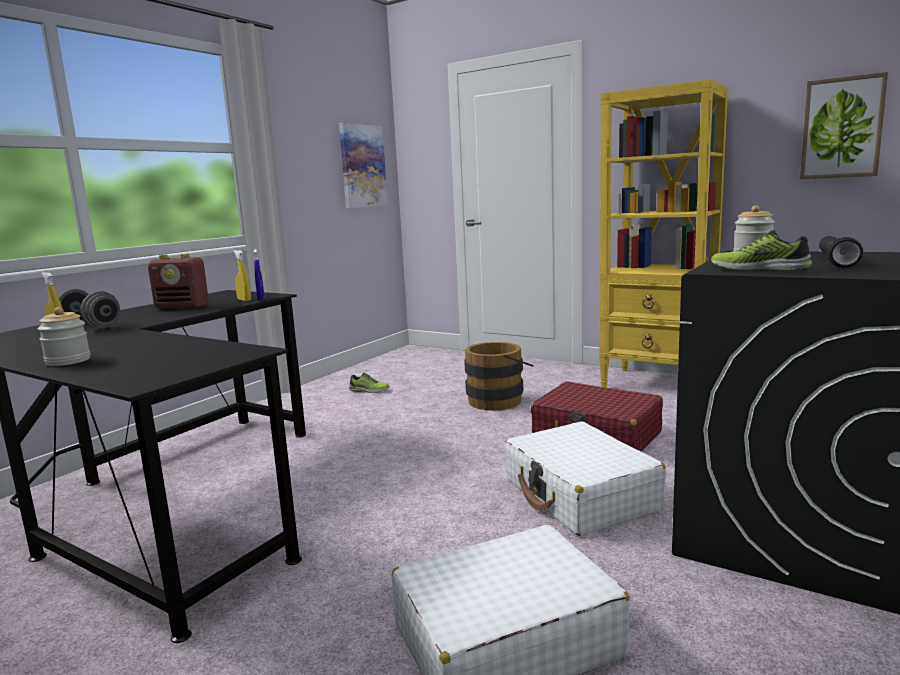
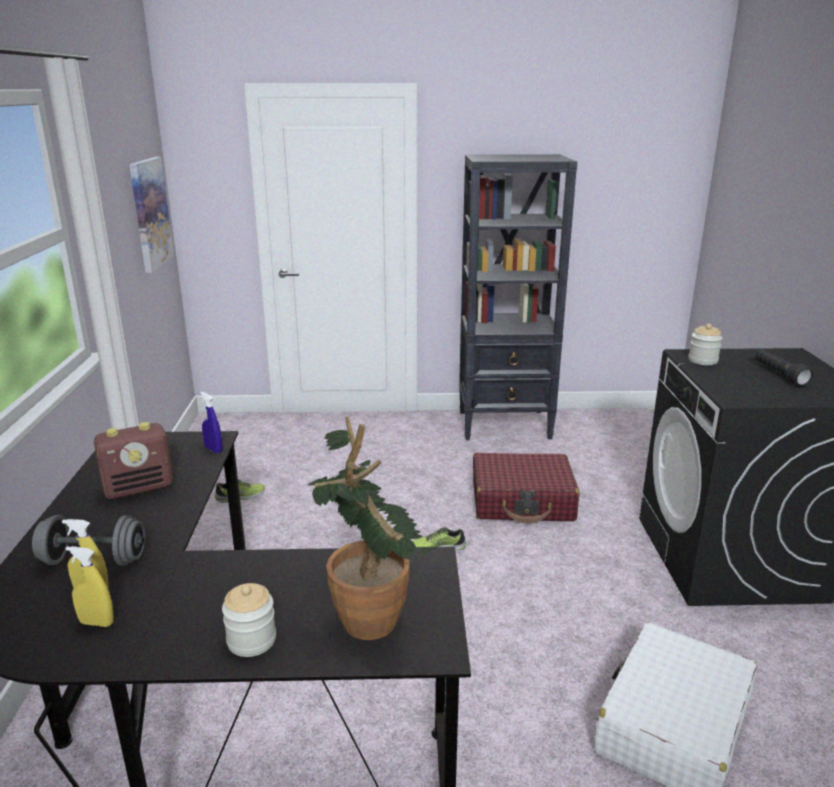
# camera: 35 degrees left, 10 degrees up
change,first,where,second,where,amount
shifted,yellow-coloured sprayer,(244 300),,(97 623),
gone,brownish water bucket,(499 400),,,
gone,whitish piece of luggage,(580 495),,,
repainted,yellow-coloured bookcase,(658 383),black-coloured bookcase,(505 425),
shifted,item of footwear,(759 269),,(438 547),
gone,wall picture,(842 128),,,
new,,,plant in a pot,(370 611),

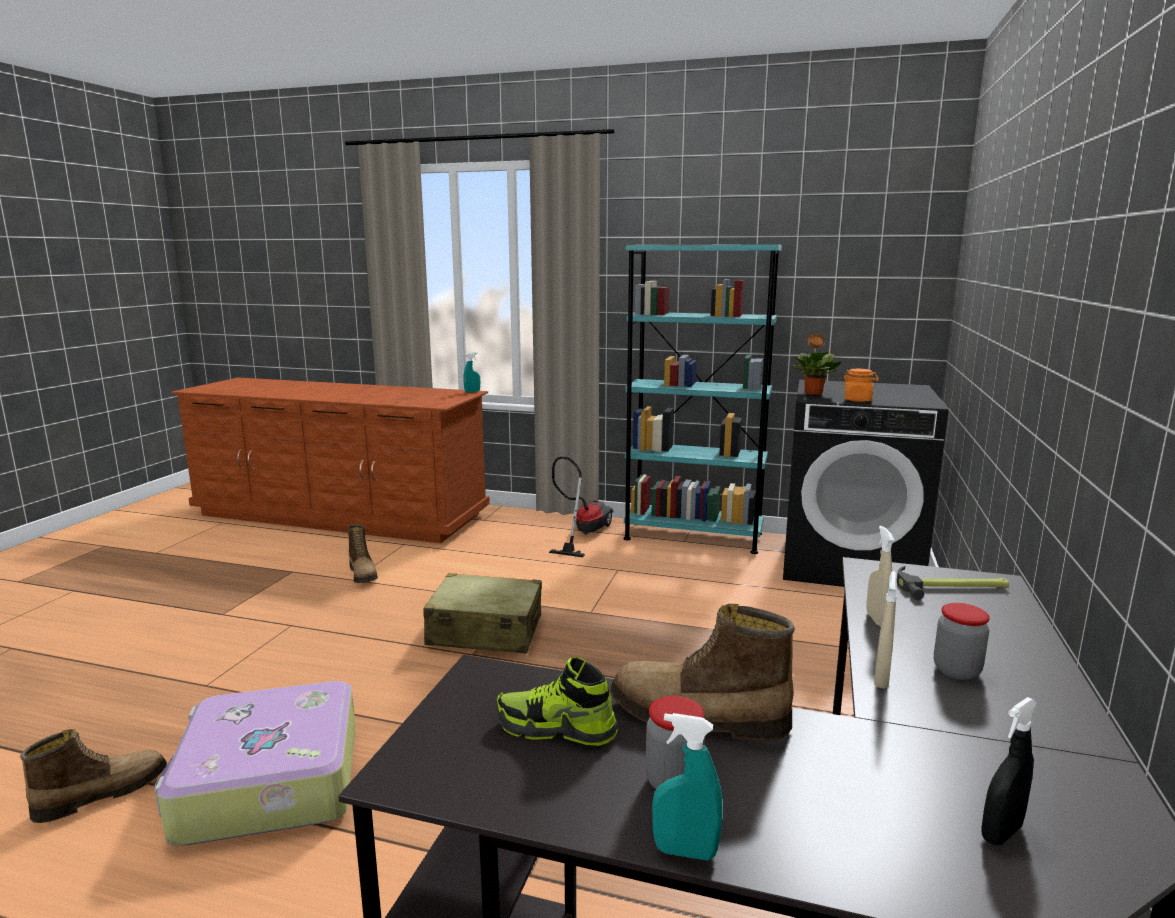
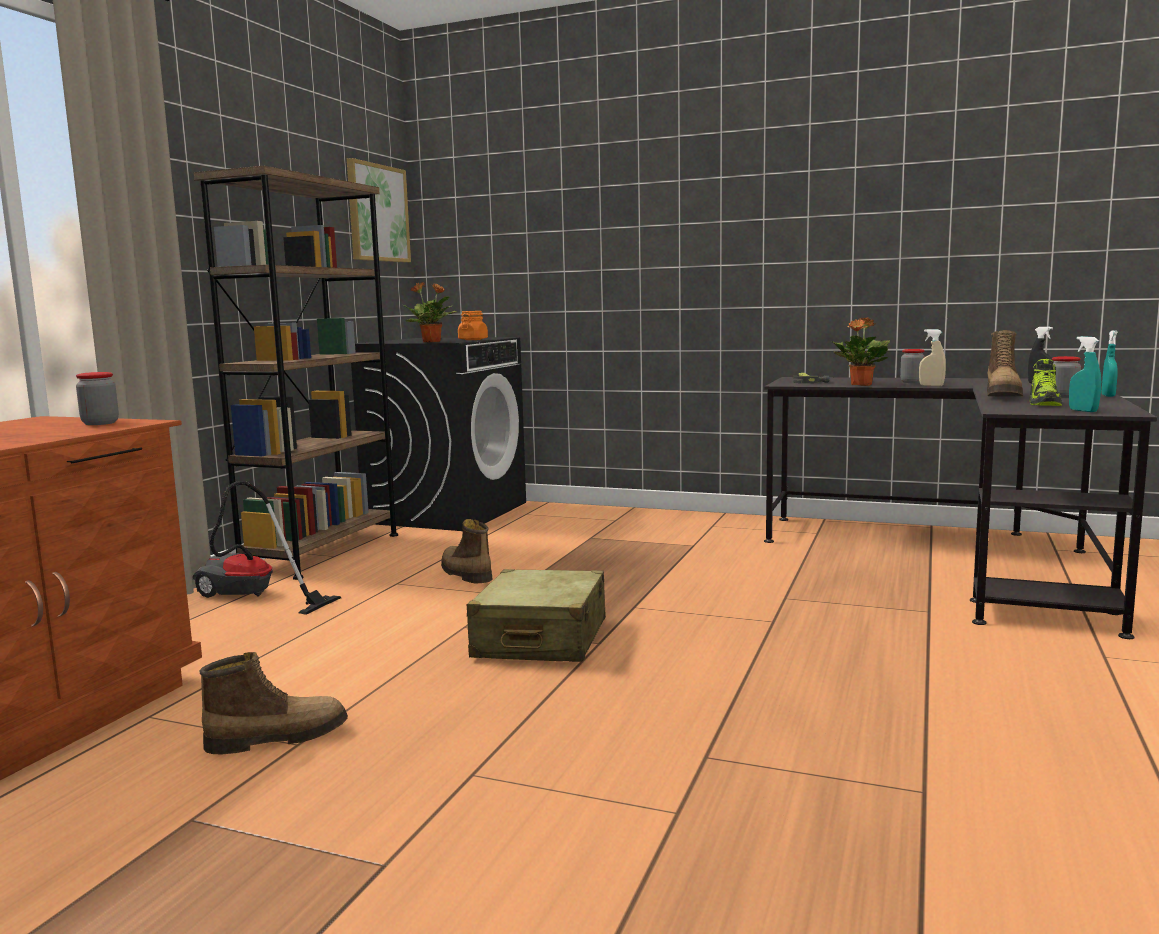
# camera: 85 degrees left, 5 degrees down
change,first,where,second,where,amount
shifted,high-top boot,(102 793),,(465 574),
gone,piece of luggage,(268 782),,,
shifted,turquoise sprayer,(472 392),,(1083 411),
repainted,turquoise bookcase,(693 536),brownish bookcase,(322 552),
swapped,sand-coloured sprayer,(877 619),plant in a pot,(860 385),
new,,,jar,(100 423),
new,,,wall picture,(377 213),

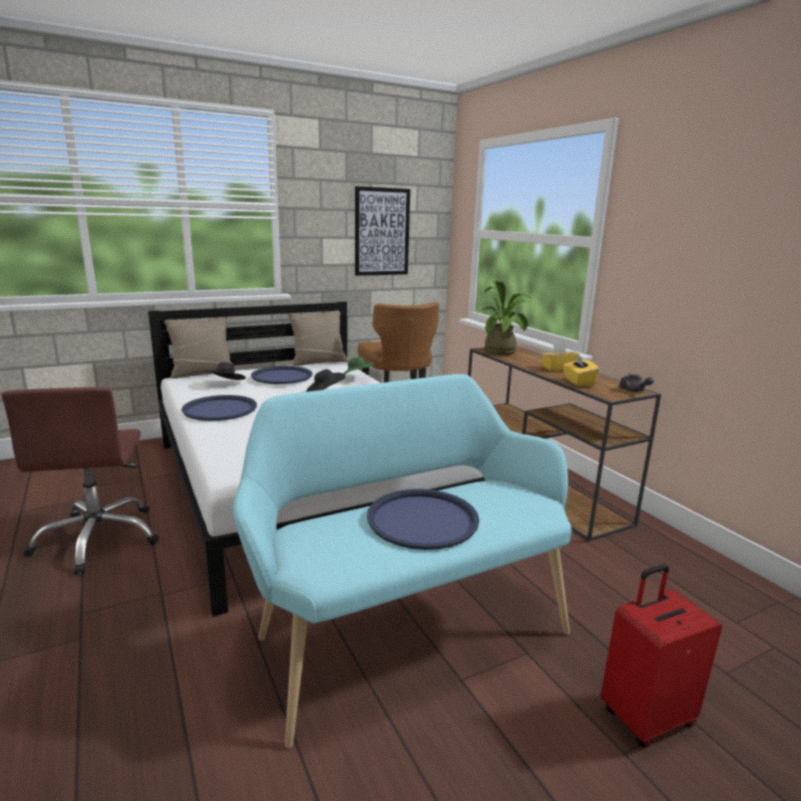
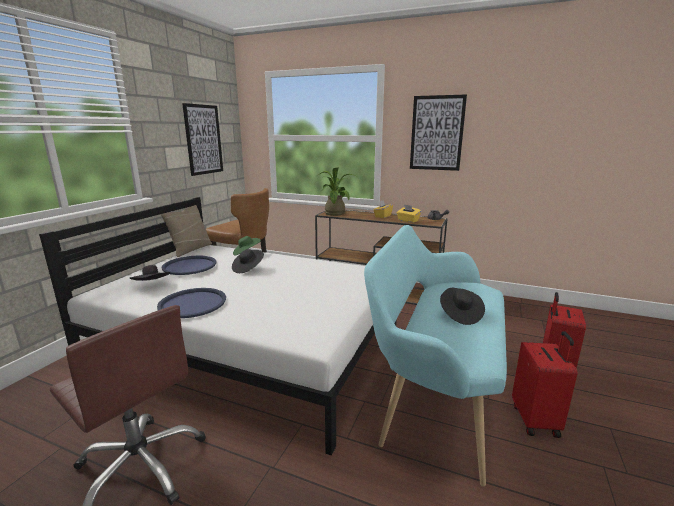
# camera: 40 degrees left, 0 degrees up
change,first,where,second,where,amount
gone,sand-coloured throw pillow,(202 373),,,
swapped,bluish carrying tray,(422 520),black-coloured clothing hat,(460 314),
new,,,wall picture,(437 133),
new,,,reddish piece of luggage,(536 420),

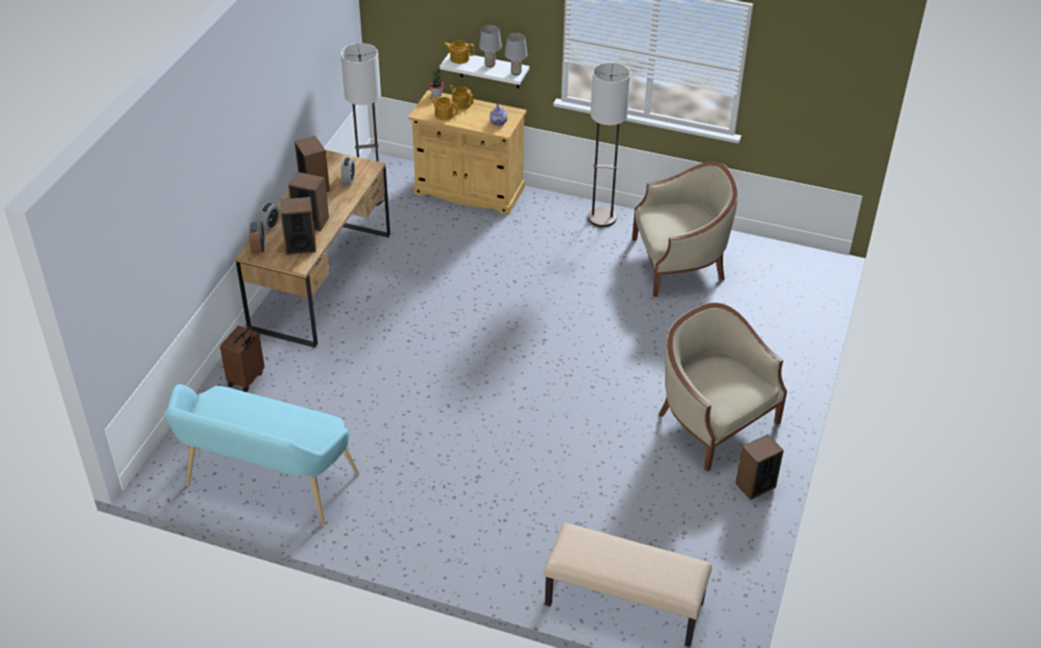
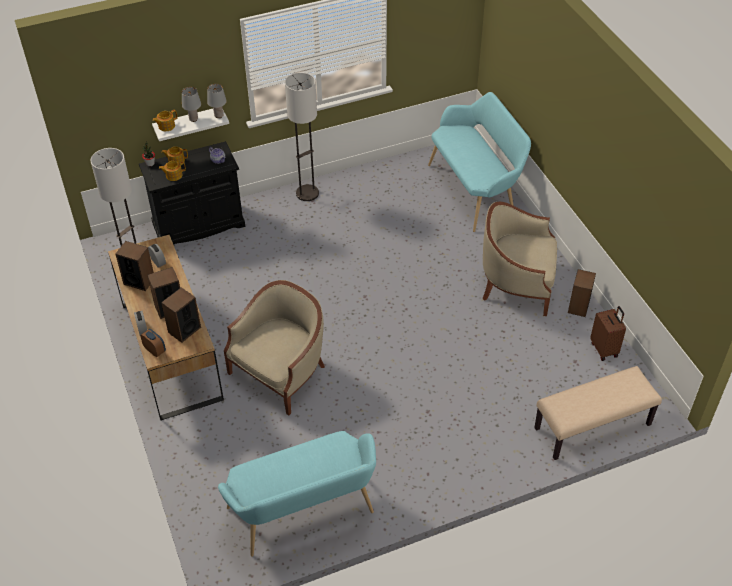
# camera: 40 degrees left, 5 degrees up
change,first,where,second,where,amount
shifted,brownish piece of luggage,(247 379),,(604 349),
repainted,sand-coloured storage cabinet,(469 191),black-coloured storage cabinet,(199 225),
shifted,sand-coloured lounge chair,(679 264),,(281 373),
new,,,turquoise long seat,(475 190),

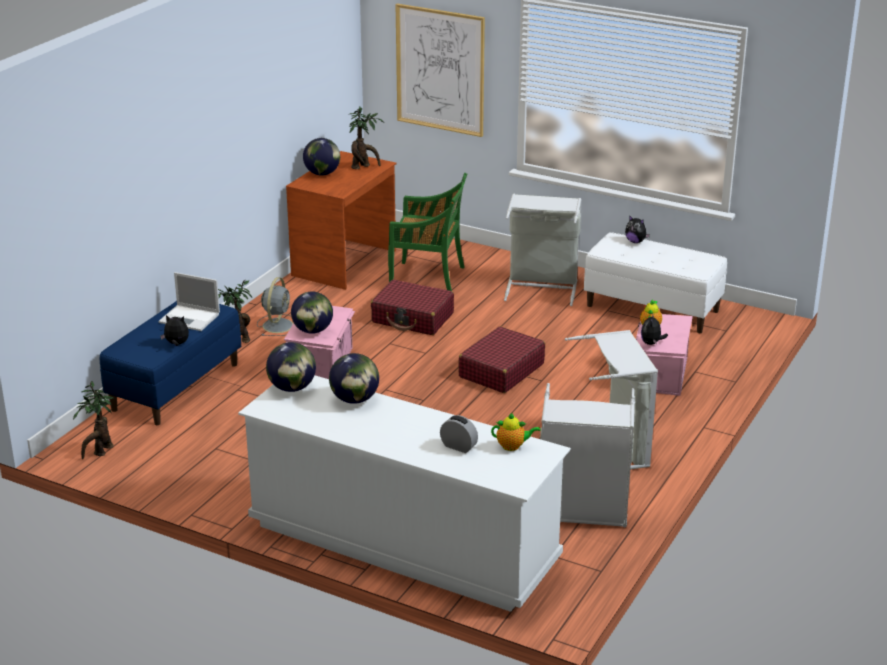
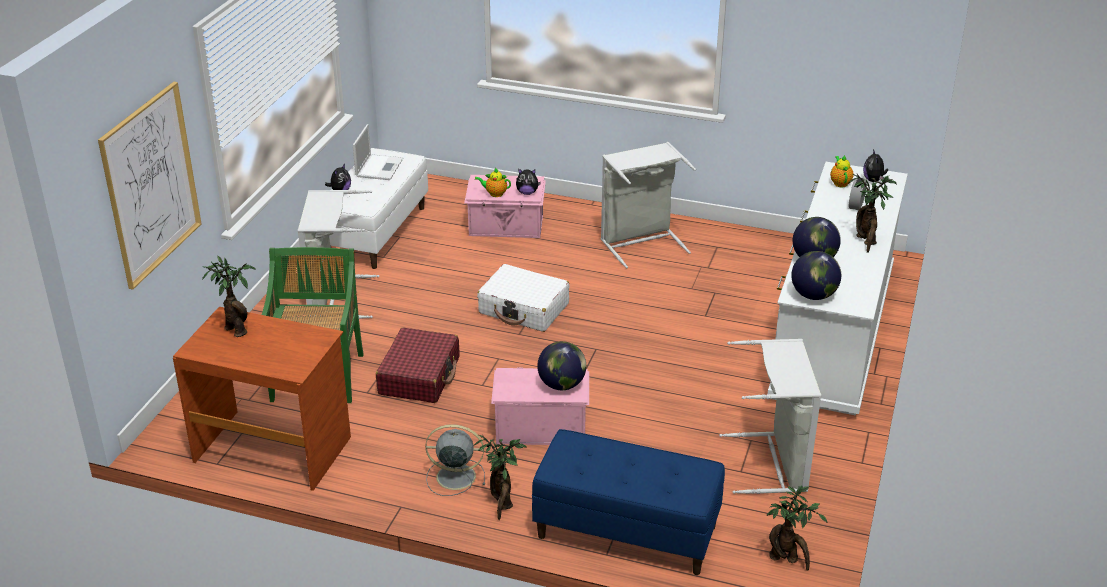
# camera: 100 degrees left, 5 degrees up
change,first,where,second,where,amount
shifted,portable computer,(190 318),,(379 167),
shifted,soft toy,(176 344),,(873 180),
gone,globe,(322 174),,,
repainted,reddish piece of luggage,(501 371),whitish piece of luggage,(524 309),
shifted,gray washing basket,(583 510),,(774 463),
new,,,plant in a pot,(866 242),

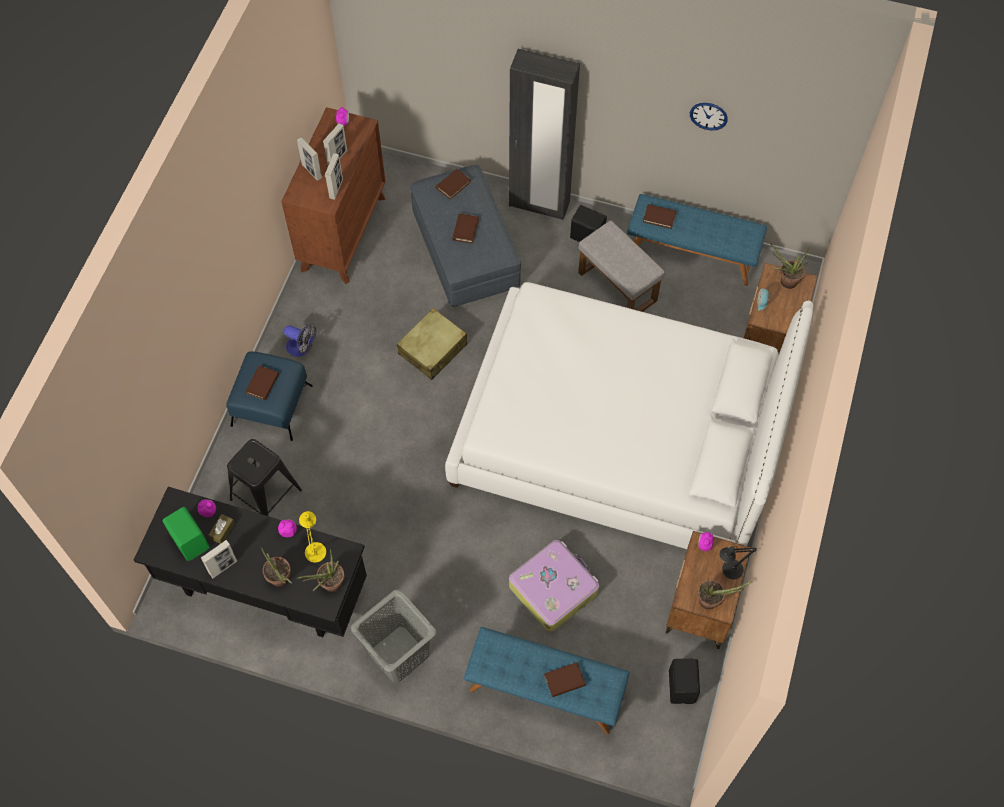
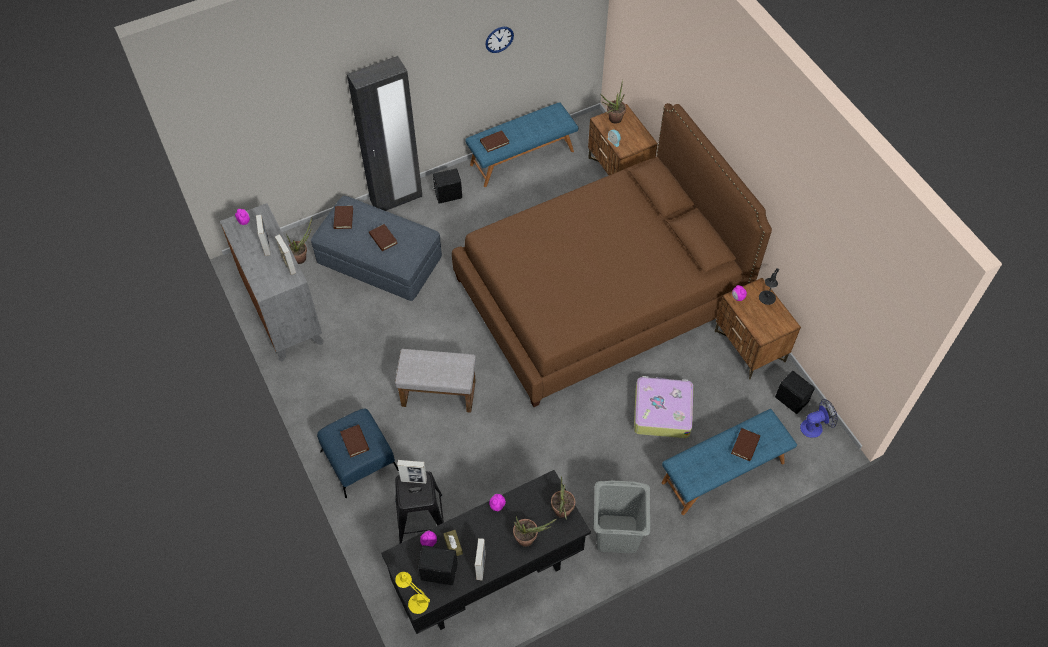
# camera: 45 degrees left, 5 degrees down
change,first,where,second,where,amount
repainted,greenish audio speaker,(191 540),black-coloured audio speaker,(438 571),
repainted,brownish dresser,(343 233),gray dresser,(283 314),
shifted,electric fan,(302 348),,(815 426),
shifted,photo frame,(312 171),,(414 480),
shifted,yellow-coloured table lamp,(315 549),,(415 602),
gone,sand-coloured piece of luggage,(433 349),,,
repainted,whitish sleeping bed,(619 438),brownish sleeping bed,(600 294),
shifted,gray footrest,(618 287),,(439 393),
shifted,plant in a pot,(712 601),,(302 257),

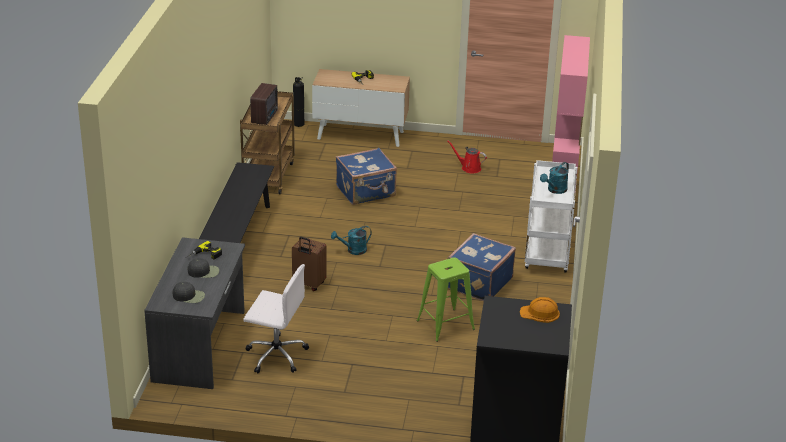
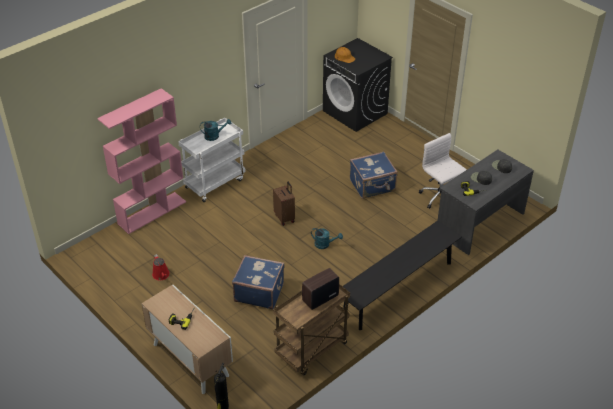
# camera: 140 degrees left, 10 degrees up
change,first,where,second,where,amount
shifted,brownish piece of luggage,(308 284),,(285 218),
gone,greenish sitting stool,(446 325),,,
shifted,bluish piece of luggage,(478 283),,(373 186),

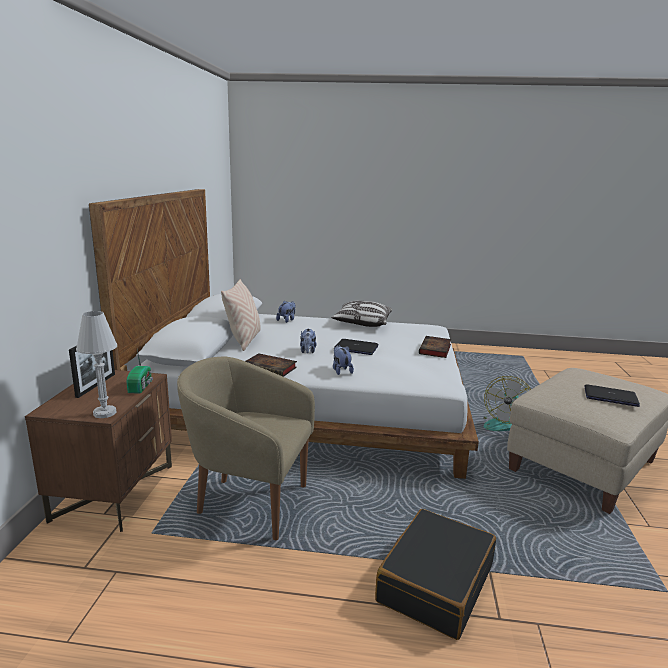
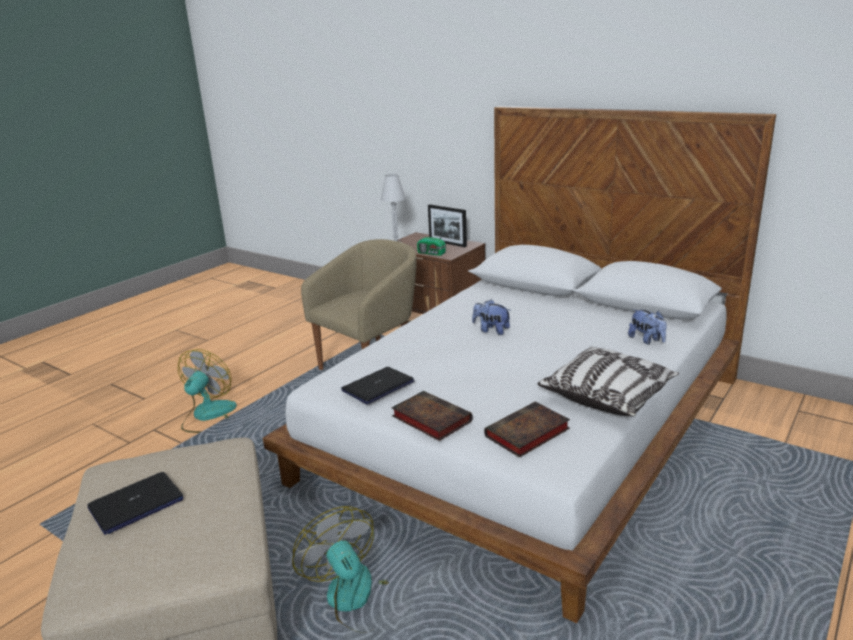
# camera: 120 degrees right, 5 degrees up
change,first,where,second,where,amount
gone,sand-coloured throw pillow,(244 340),,,
shifted,book,(271 368),,(526 434),
gone,soft toy,(341 370),,,
shifted,portable computer,(356 348),,(378 386),
swapped,black-coloured piece of luggage,(435 583),electric fan,(208 416),

